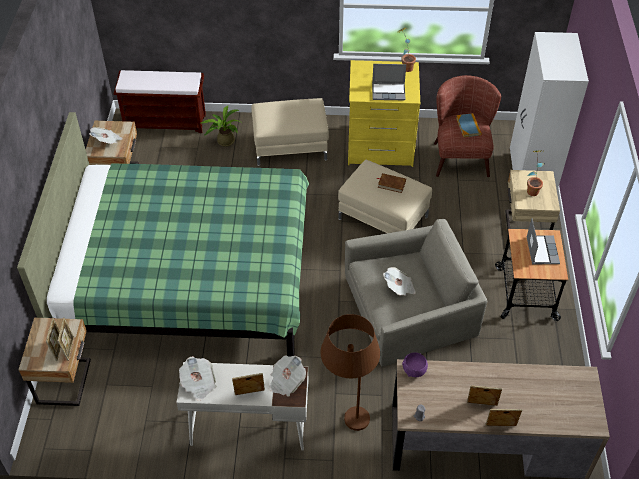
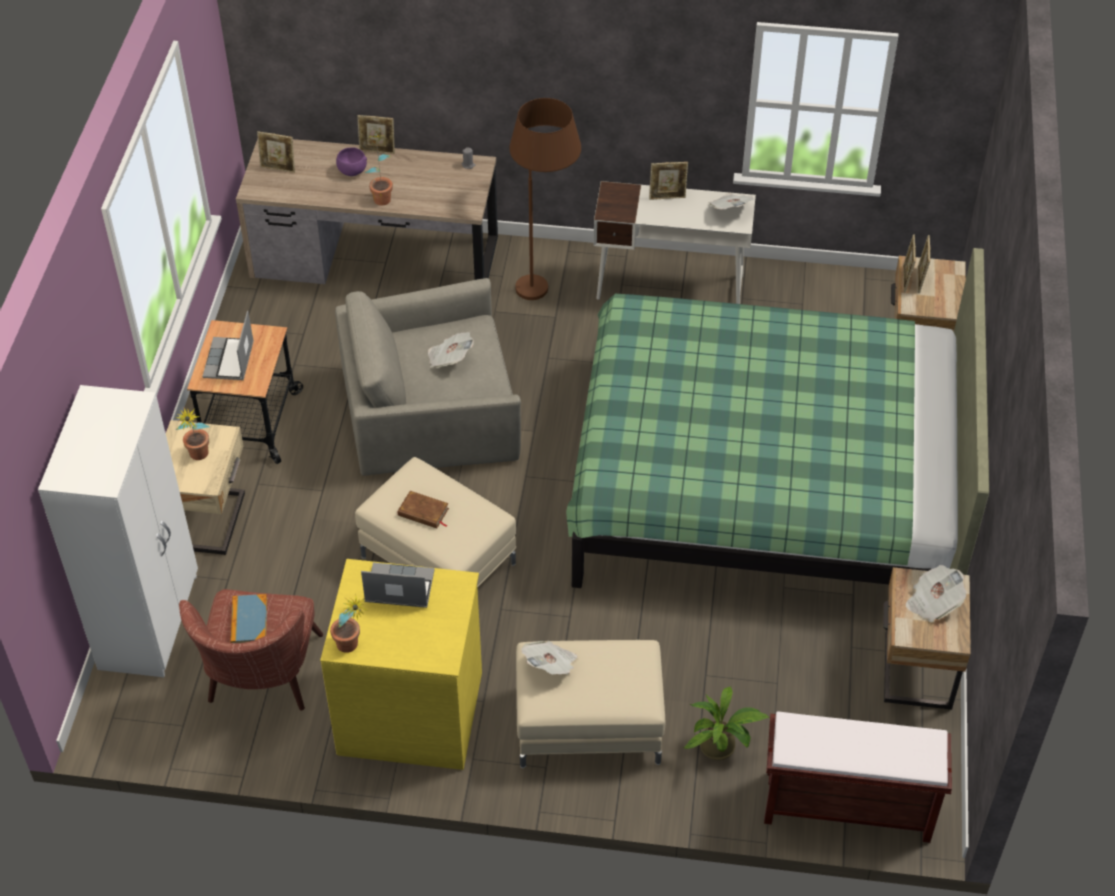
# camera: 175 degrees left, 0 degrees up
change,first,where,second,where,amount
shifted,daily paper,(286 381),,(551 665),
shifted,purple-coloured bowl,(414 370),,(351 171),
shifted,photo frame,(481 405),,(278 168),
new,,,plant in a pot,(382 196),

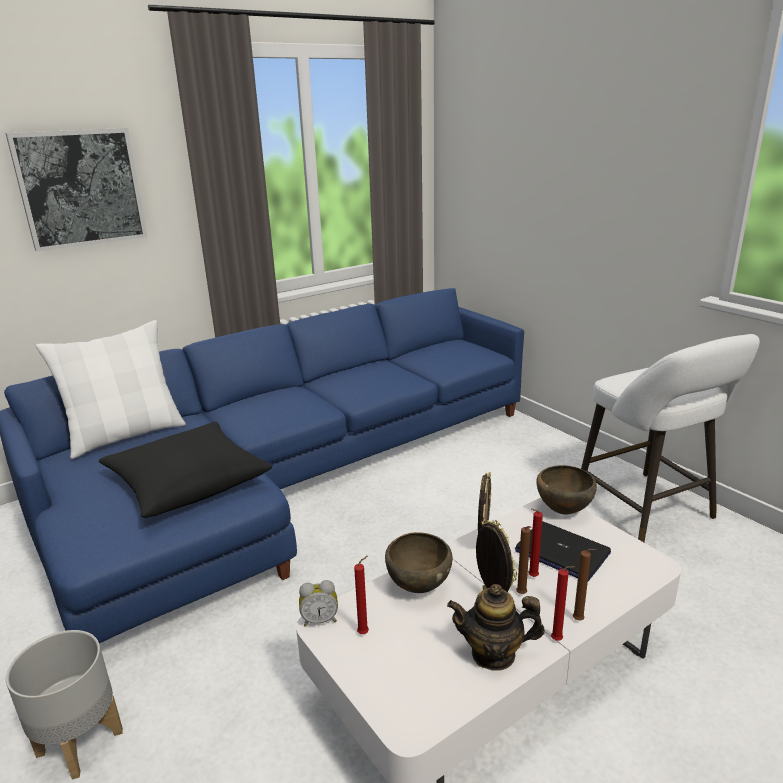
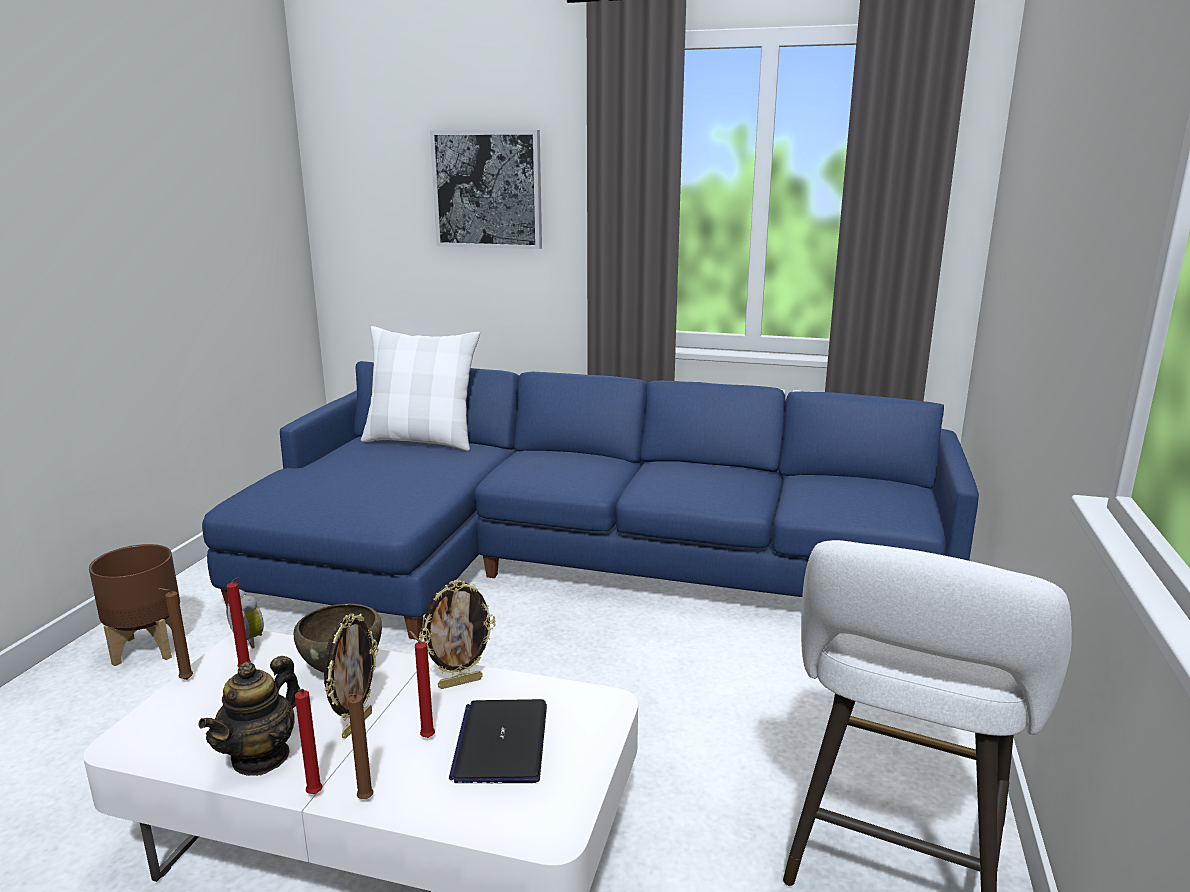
# camera: 50 degrees right, 5 degrees down
change,first,where,second,where,amount
repainted,gray plant pot,(79 742),brownish plant pot,(148 648),
gone,black-coloured throw pillow,(187 481),,,
rotated,tea pot,(493 654),,(261 757),120 degrees counterclockwise
shifted,brownish wax candle,(522 595),,(184 680),
gone,brownish bowl,(563 511),,,

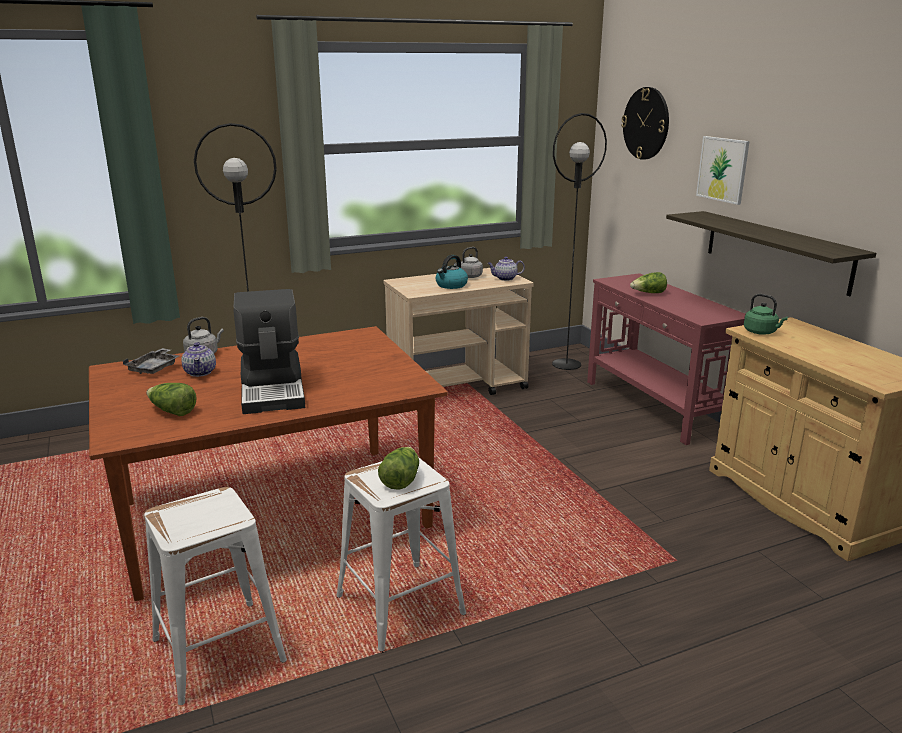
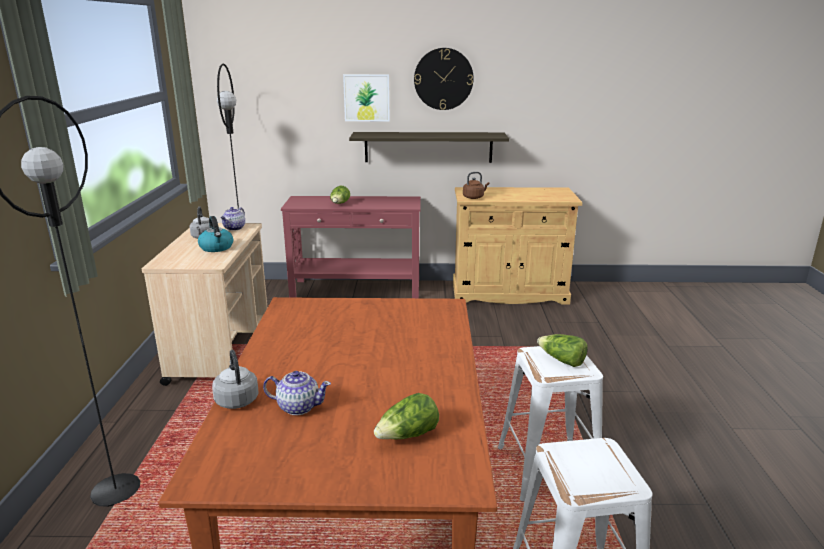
# camera: 65 degrees left, 0 degrees up
change,first,where,second,where,amount
gone,gray carrying tray,(155 368),,,
gone,coffee machine,(274 390),,,
shifted,wall clock,(646 123),,(443 79),
repainted,greenish tea kettle,(761 332),brownish tea kettle,(474 197),

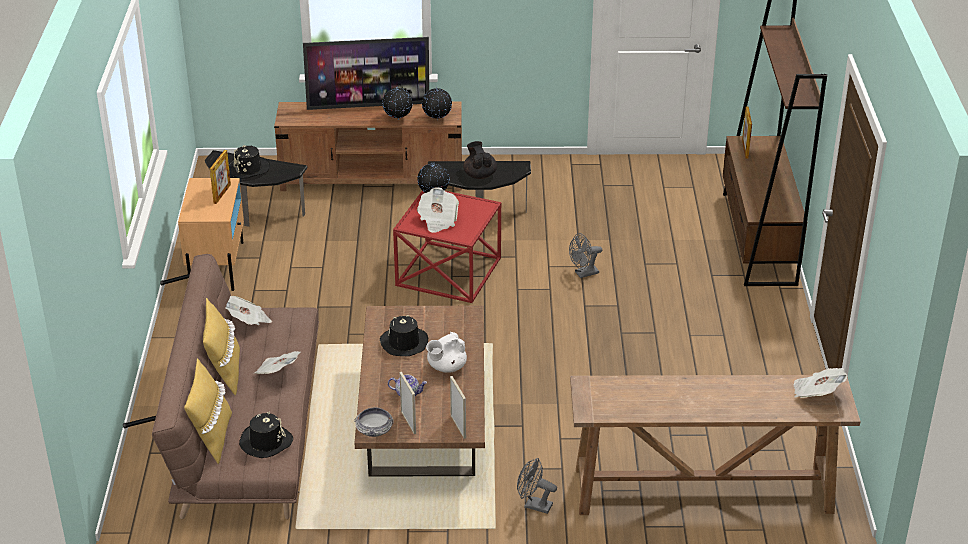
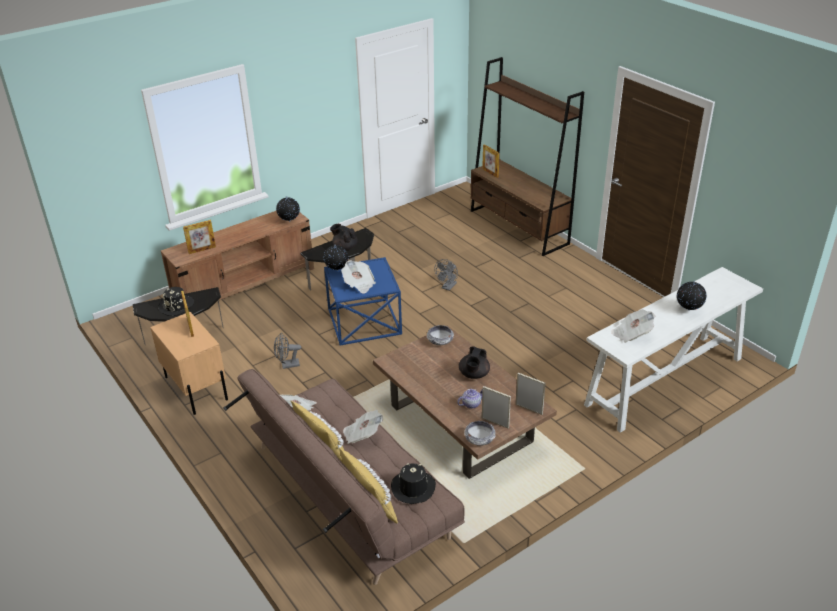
# camera: 35 degrees left, 0 degrees up
change,first,where,second,where,amount
gone,TV set,(368 105),,,
gone,black-coloured clothing hat,(404 343),,,
shifted,globe,(397 119),,(688 310),
repainted,reddish end table,(448 271),bluish end table,(363 321),
repainted,whitish tea pot,(446 367),black-coloured tea pot,(474 375),
shifted,gray electric fan,(534 505),,(287 365),
repainted,brownish hall table,(701 491),whitish hall table,(664 382),
shifted,daily paper,(816 393),,(631 334),
new,,,photo frame,(202 250),
new,,,bowl,(440 340),

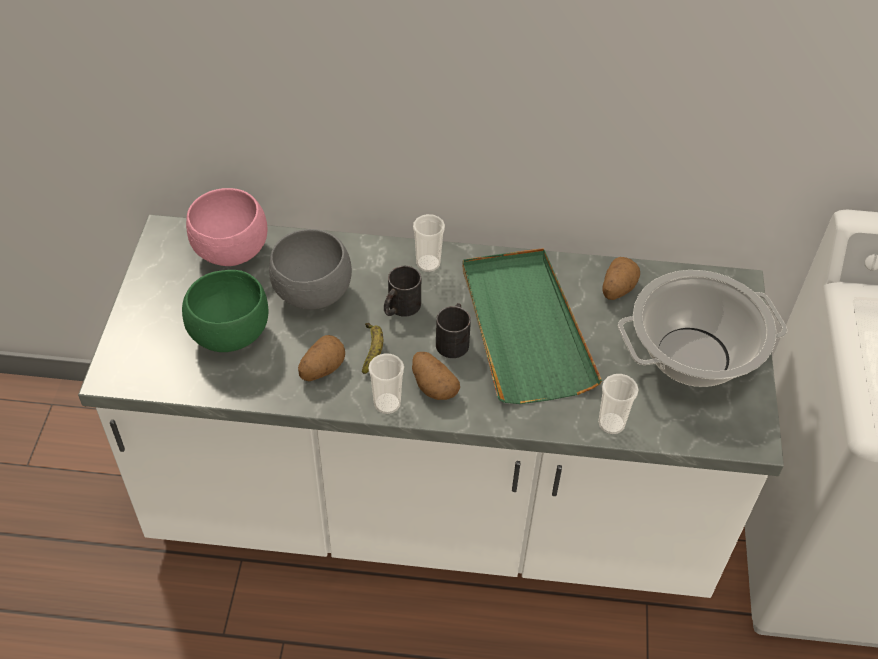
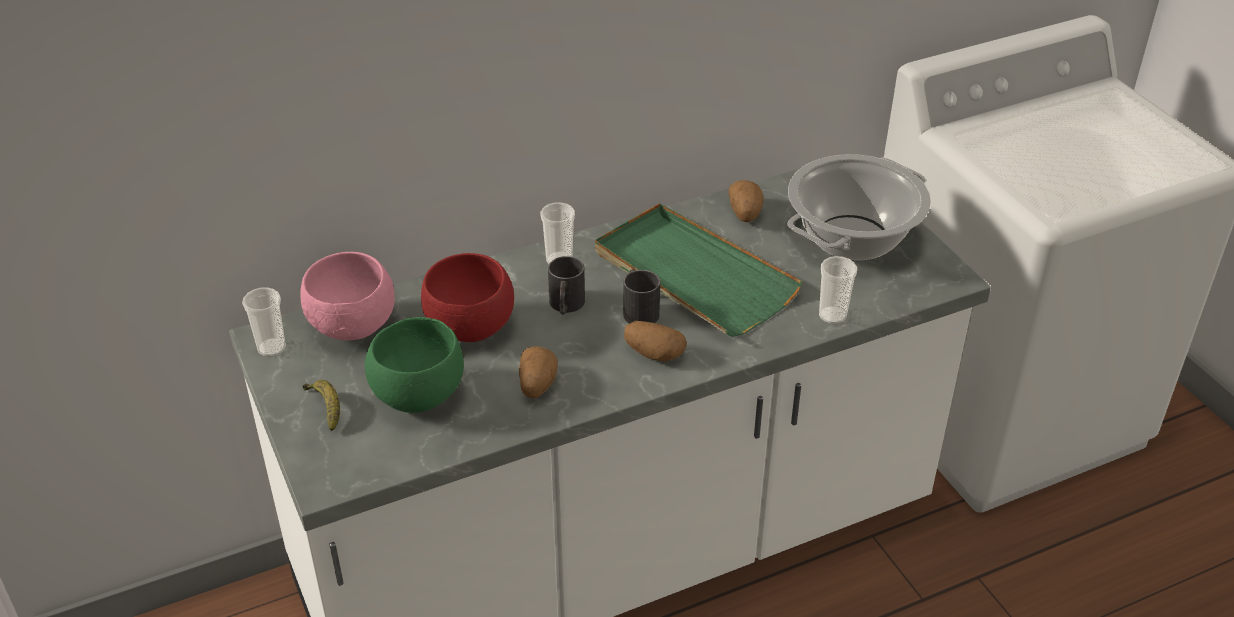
# camera: 30 degrees left, 10 degrees down
change,first,where,second,where,amount
repainted,gray bowl,(314 295),reddish bowl,(472 329),
shifted,banana,(372 350),,(326 408),
shifted,cup,(387 404),,(271 348),

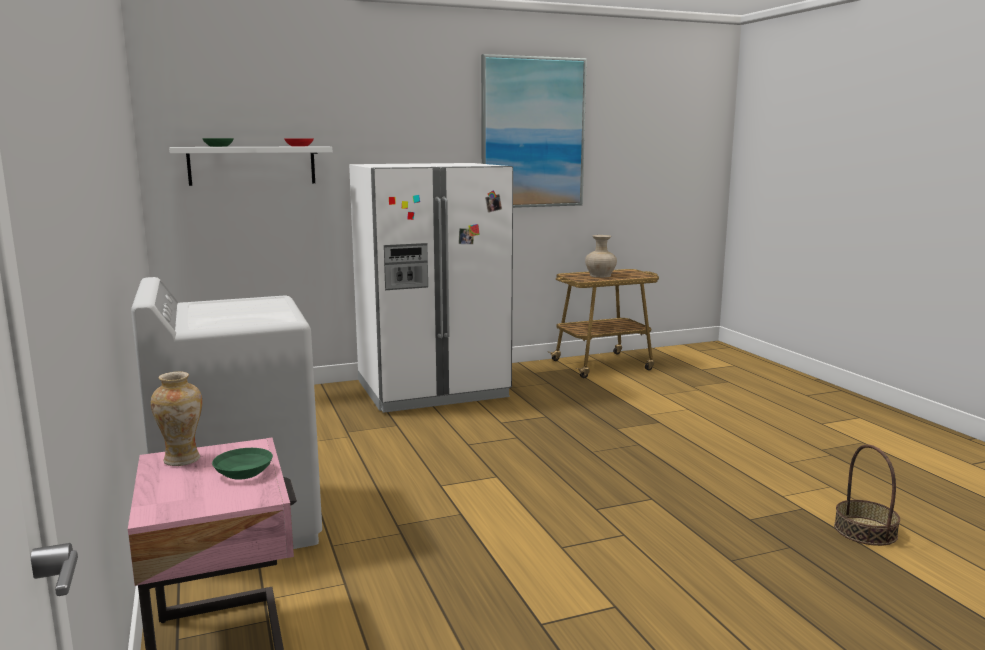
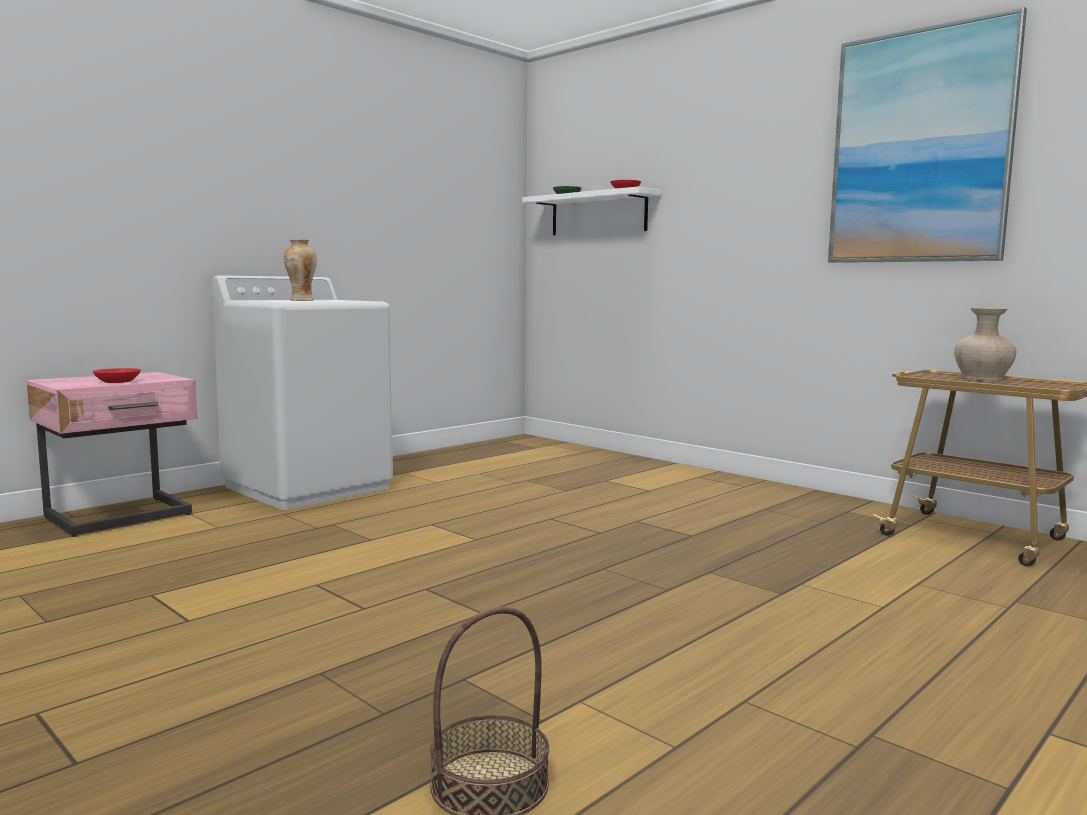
# camera: 65 degrees right, 5 degrees down
change,first,where,second,where,amount
shifted,decorative vase,(182 460),,(301 300),
repainted,greenish bowl,(245 472),reddish bowl,(118 381),
gone,whitish refrigerator,(432 390),,,

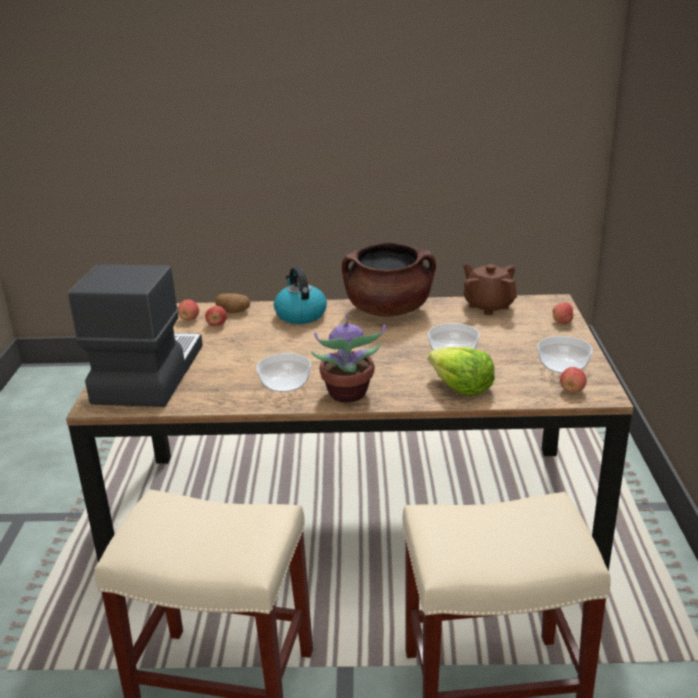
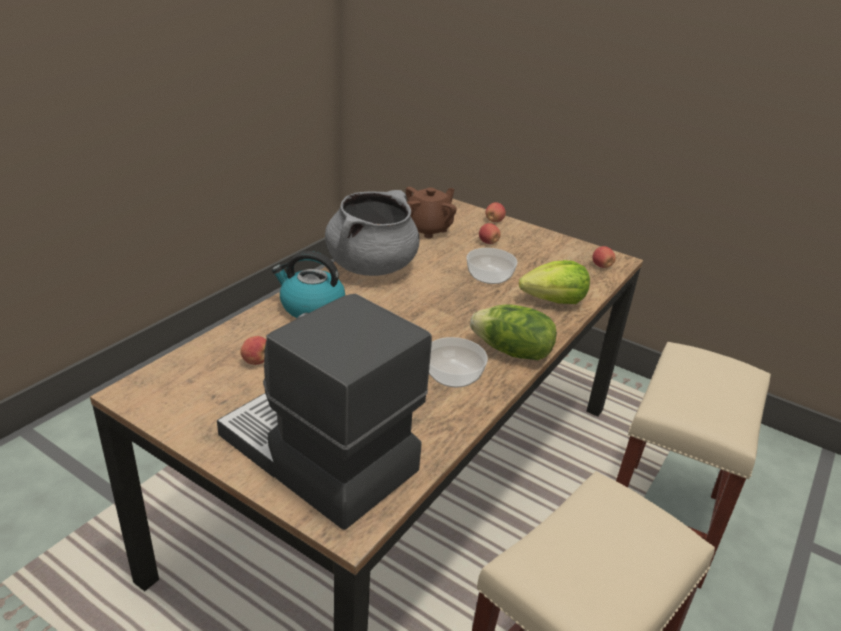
# camera: 60 degrees left, 5 degrees up
change,first,where,second,where,amount
shifted,apple fruit,(189 319),,(488 242),
gone,spud,(233 311),,,
swapped,plant in a pot,(348 394),head of lettuce,(512 352),
repainted,brownish saucepot,(388 310),gray saucepot,(371 266),
rotated,brownish tea pot,(488 306),,(428 229),135 degrees clockwise
gone,bowl,(562 366),,,

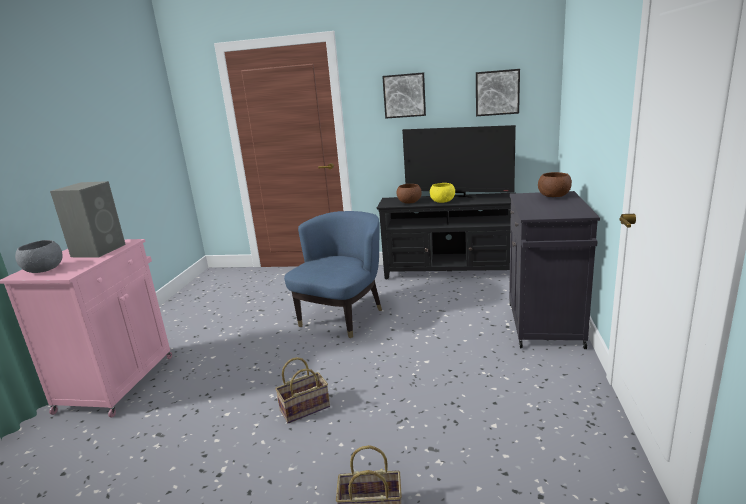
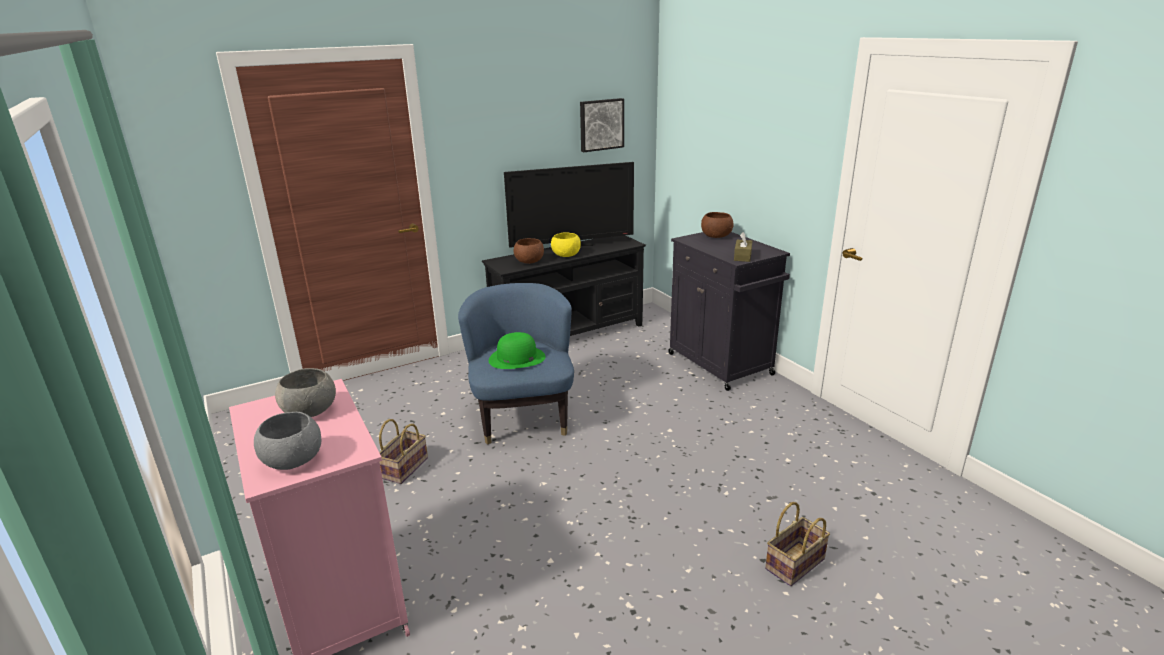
# camera: 40 degrees left, 5 degrees up
change,first,where,second,where,amount
swapped,gray audio speaker,(99 250),gray bowl,(309 411),
shifted,storage basket,(305 407),,(404 467),
gone,wall picture,(404 95),,,
new,,,greenish clothing hat,(516 358),
new,,,brownish box of tissues,(742 256),

